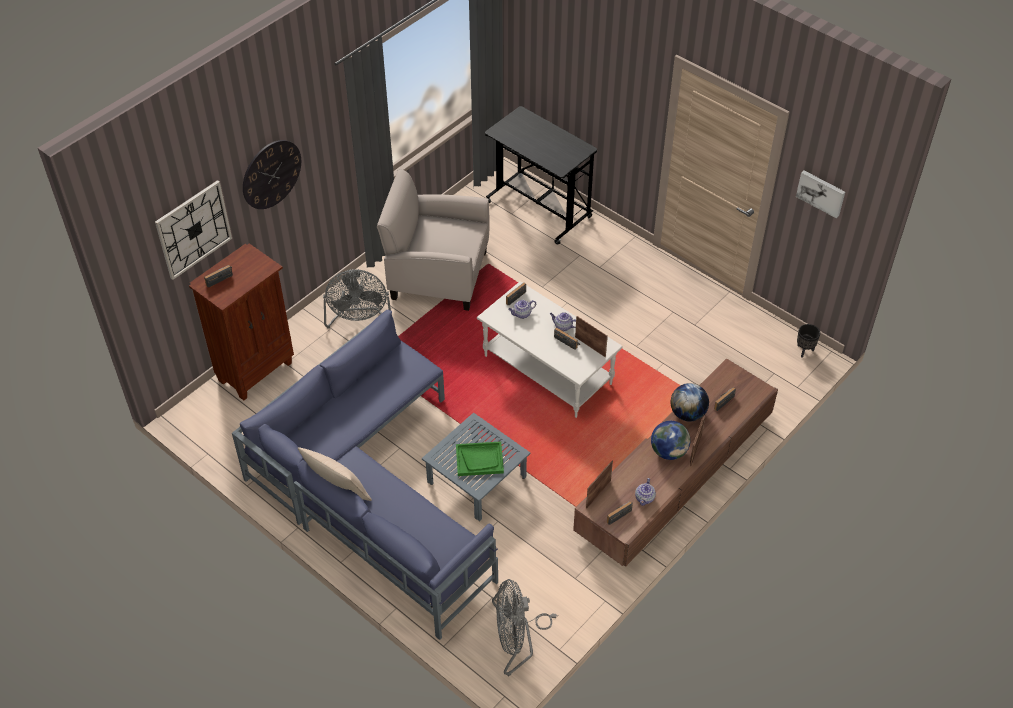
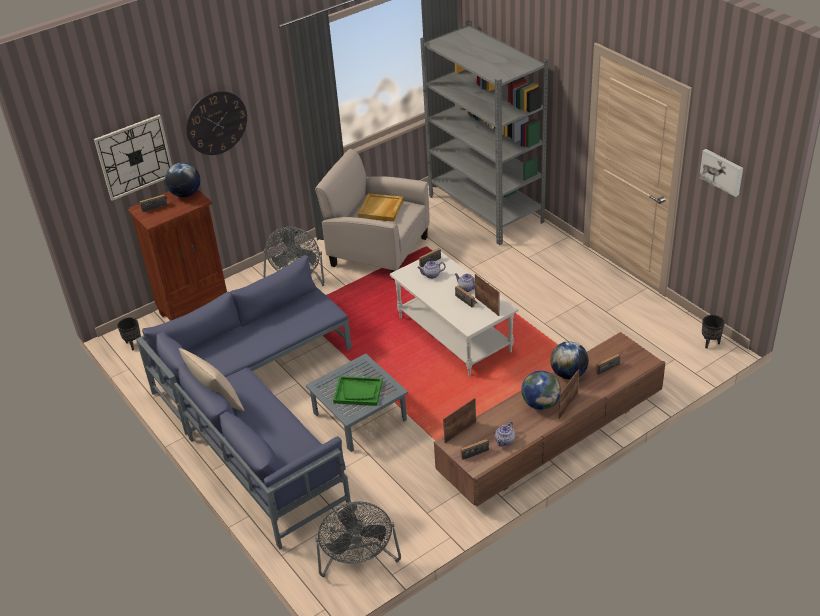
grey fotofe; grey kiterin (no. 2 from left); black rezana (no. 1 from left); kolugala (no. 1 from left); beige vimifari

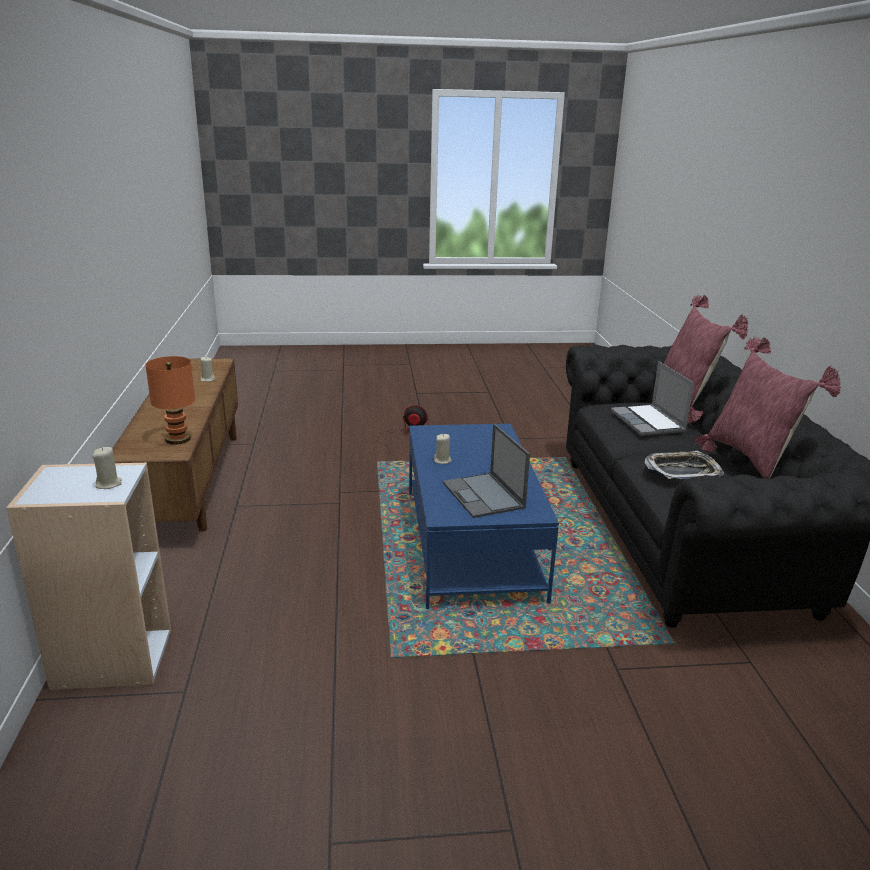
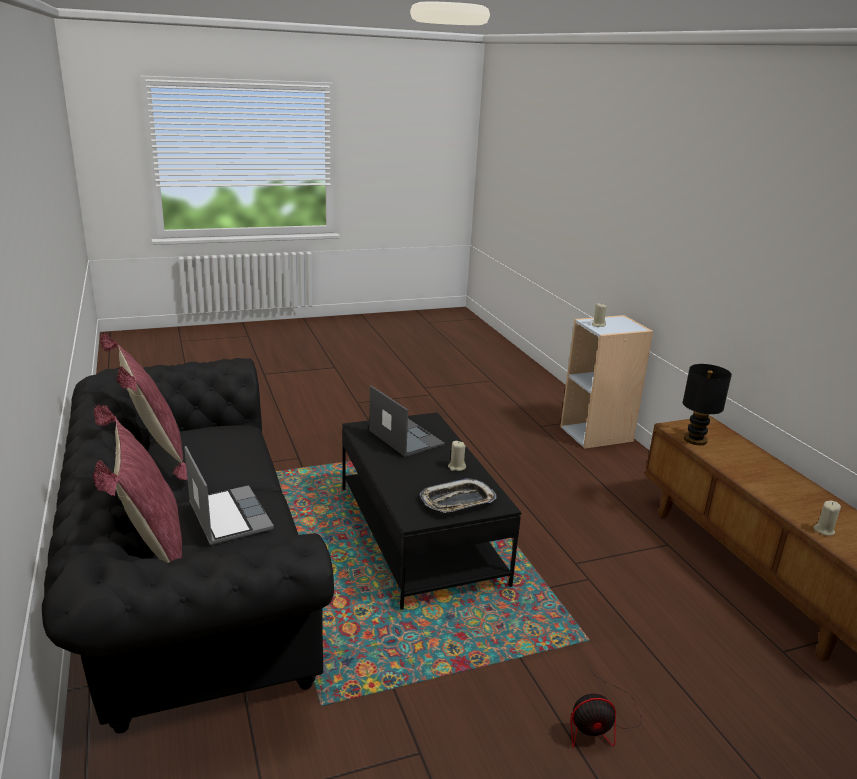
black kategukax; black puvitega; vimifari

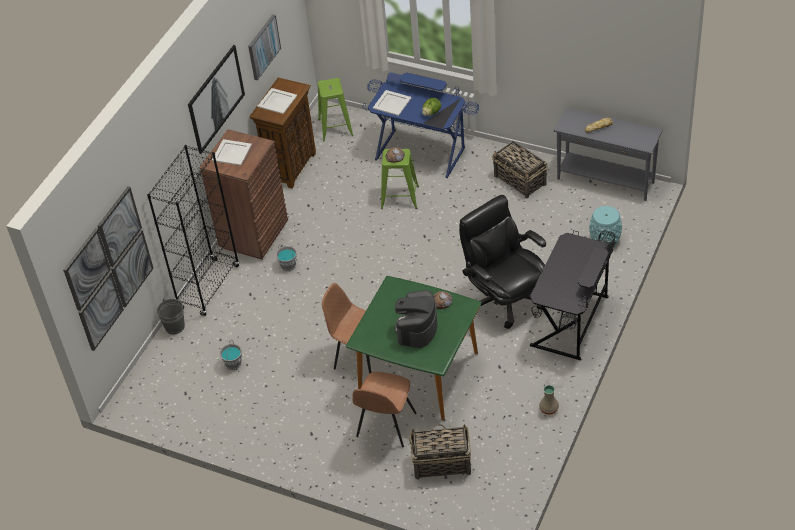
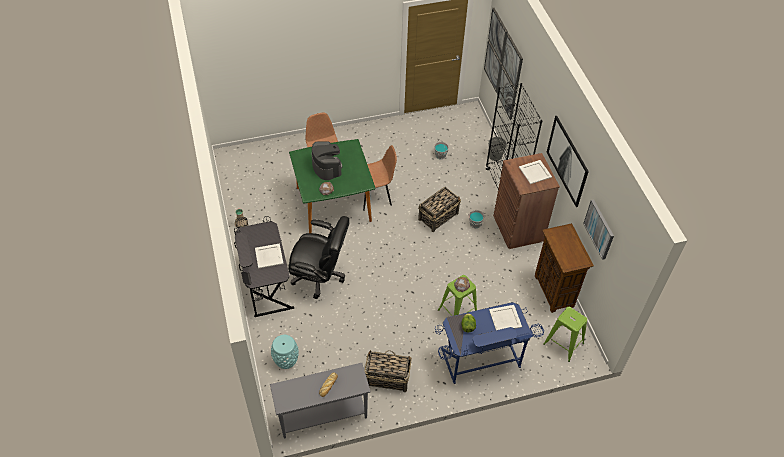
white vimifari (no. 1 from left); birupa (no. 2 from left)

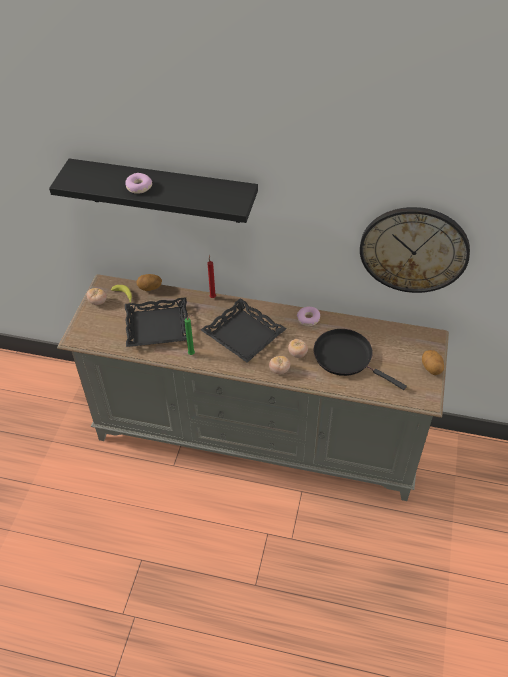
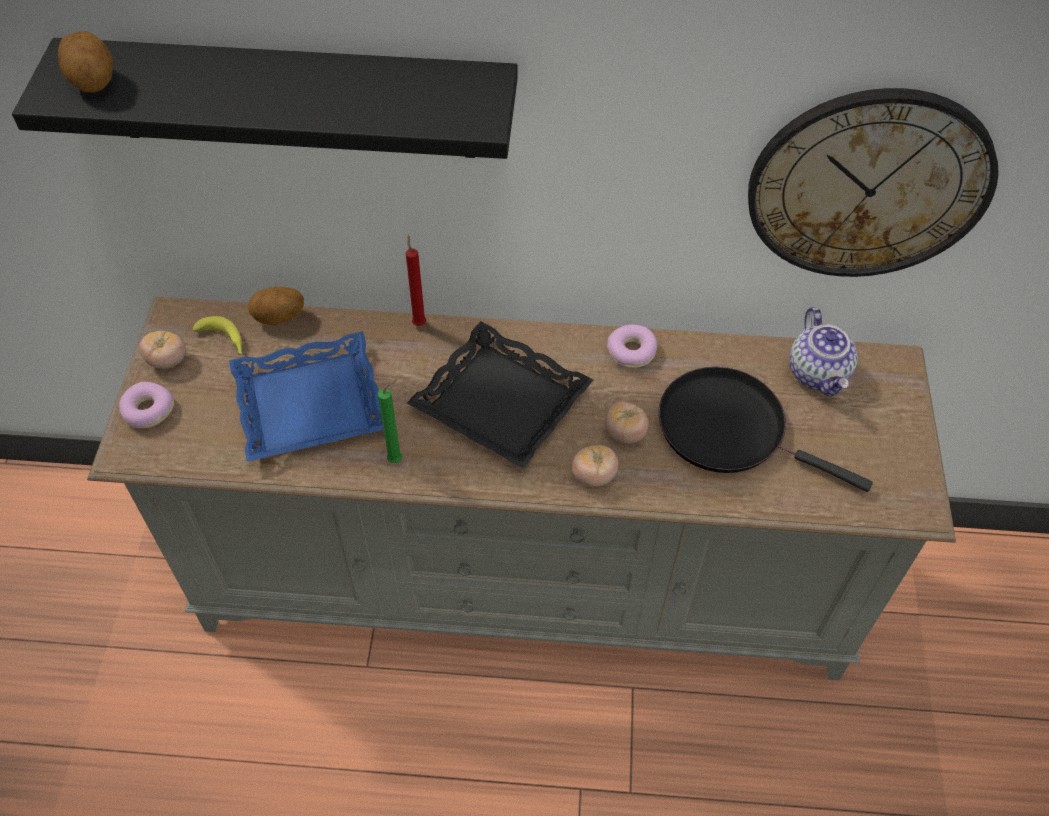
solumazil (no. 1 from left); blue vimifari; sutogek (no. 1 from left); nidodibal

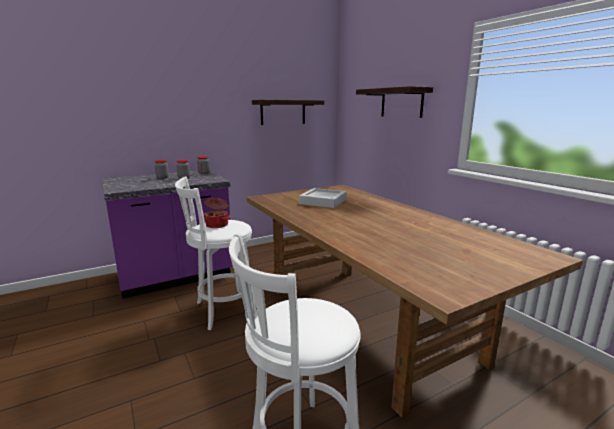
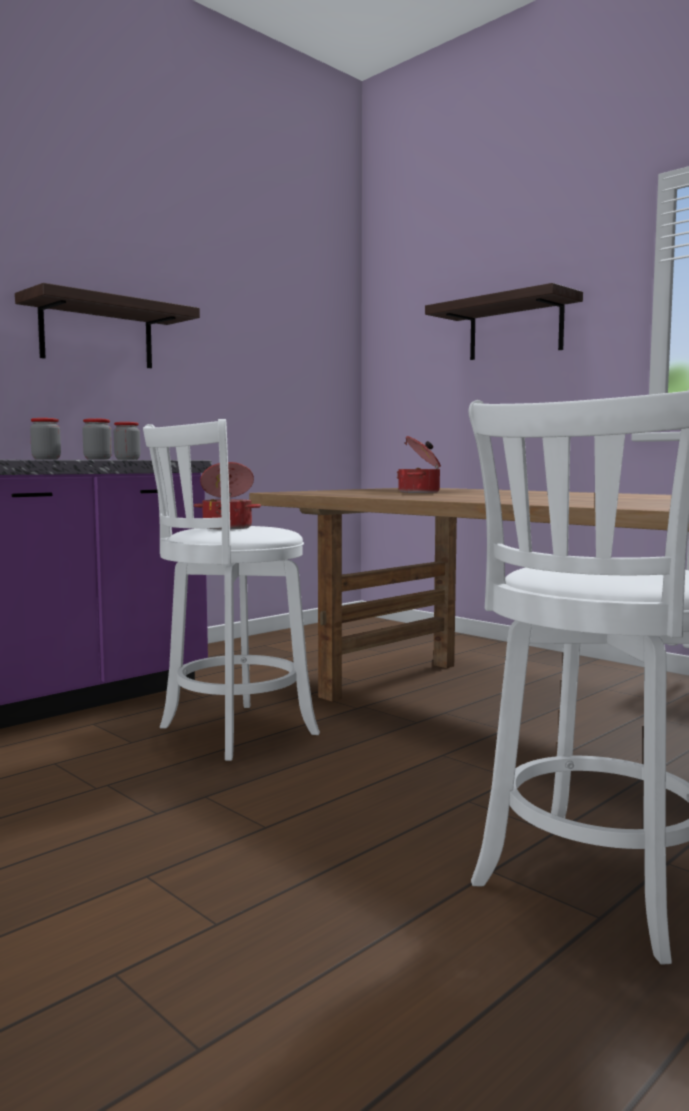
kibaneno (no. 1 from left); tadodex (no. 2 from left)

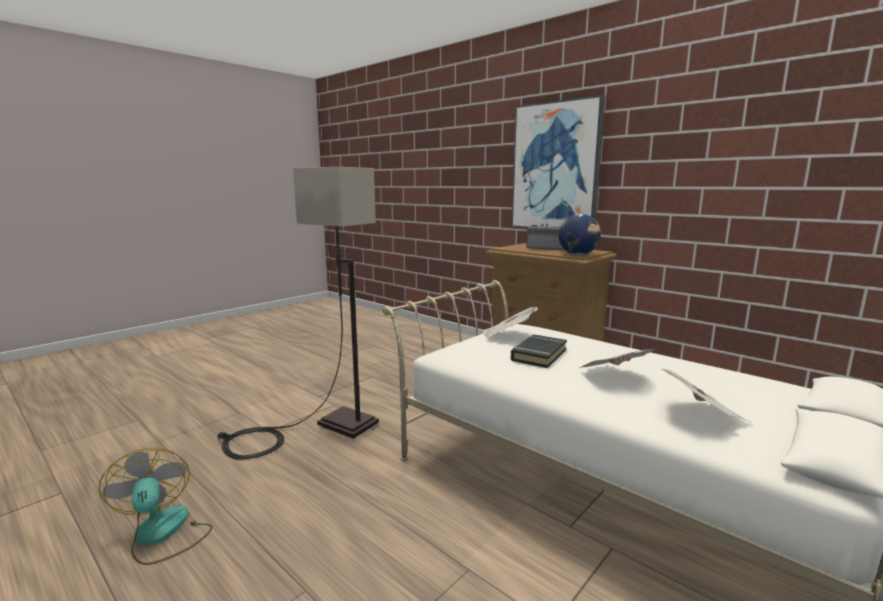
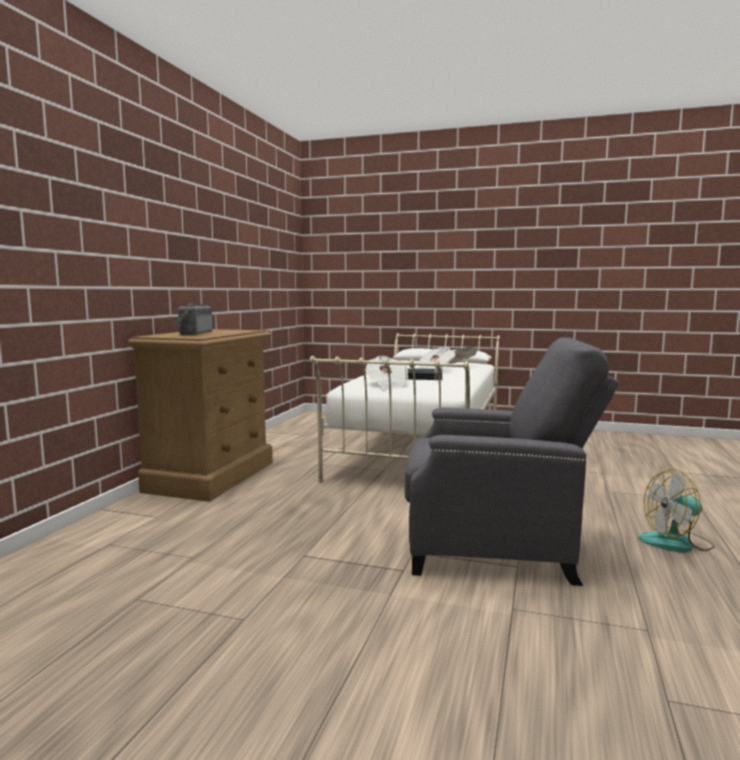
kiterin; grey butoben; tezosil; kolugala

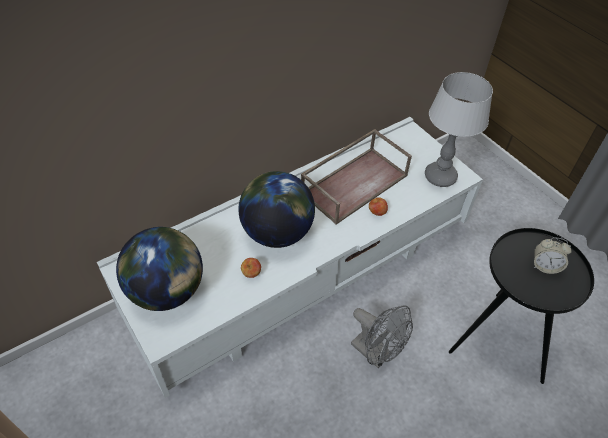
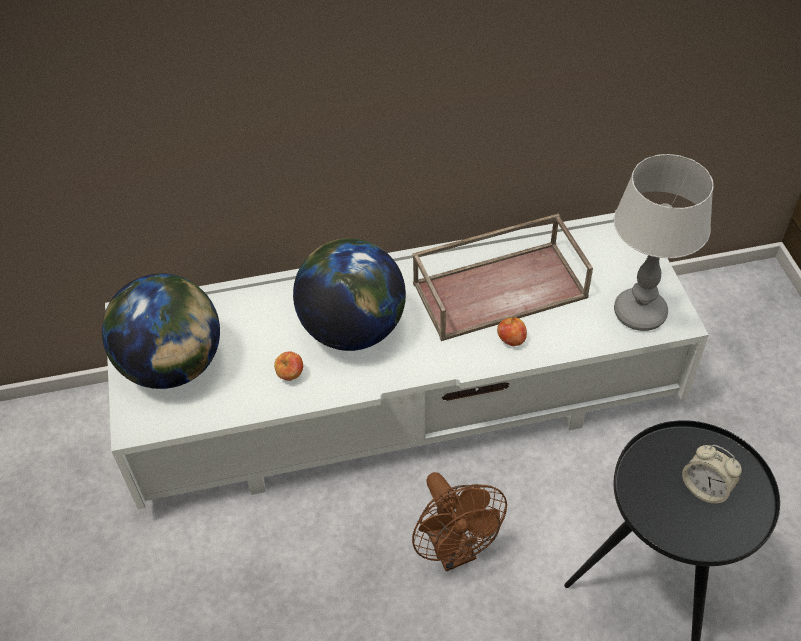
brown kiterin

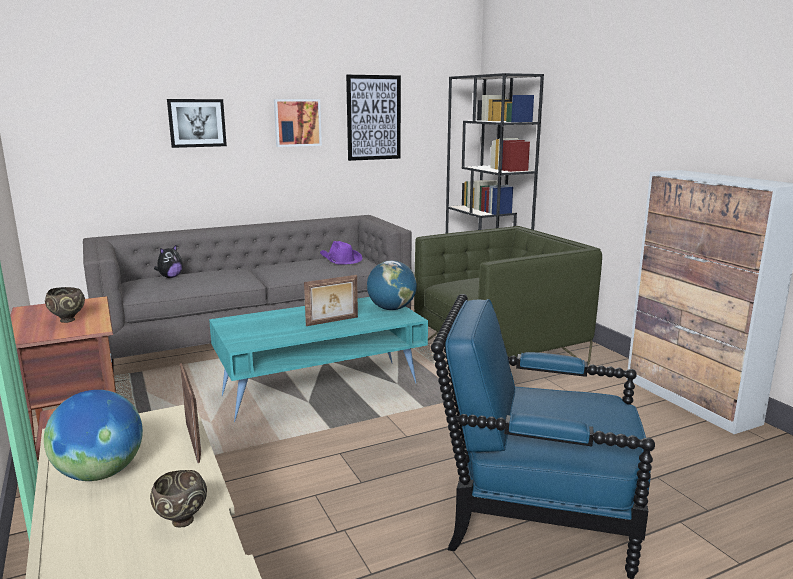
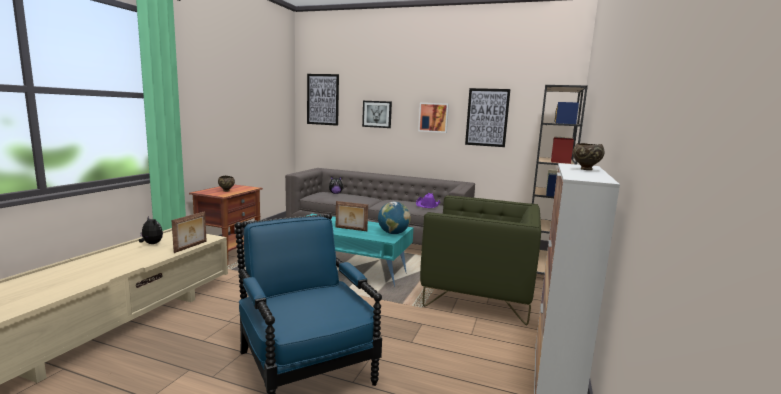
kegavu (no. 1 from left); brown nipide (no. 2 from left); tezosil (no. 1 from left)

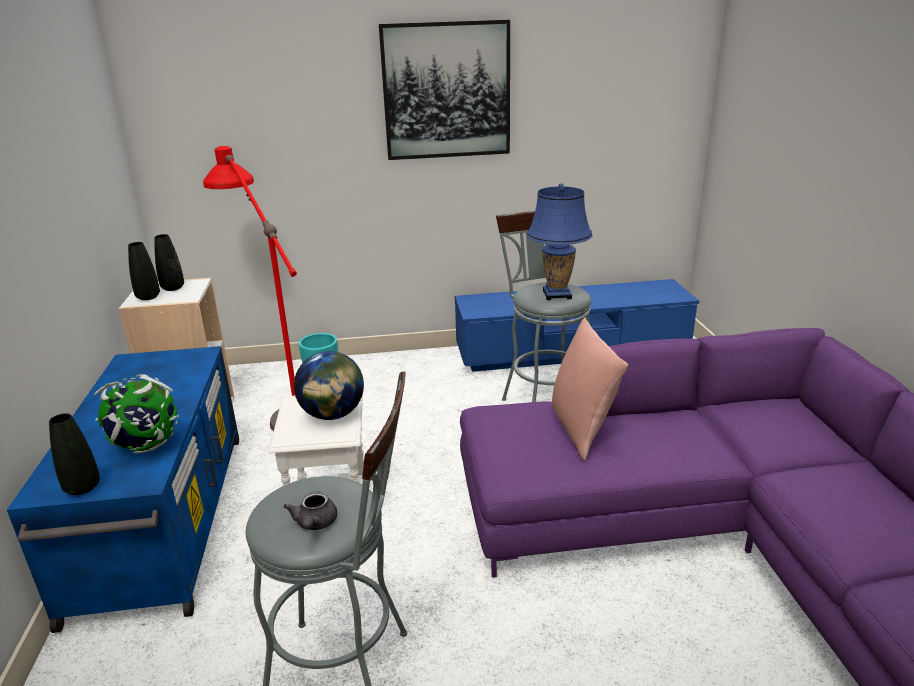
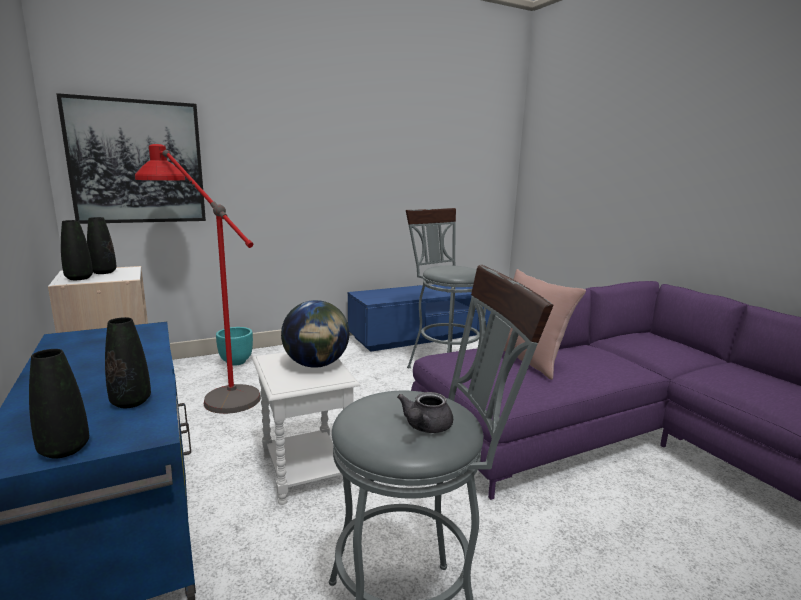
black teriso (no. 4 from left); grey nidodibal; tezosil; blue kategukax

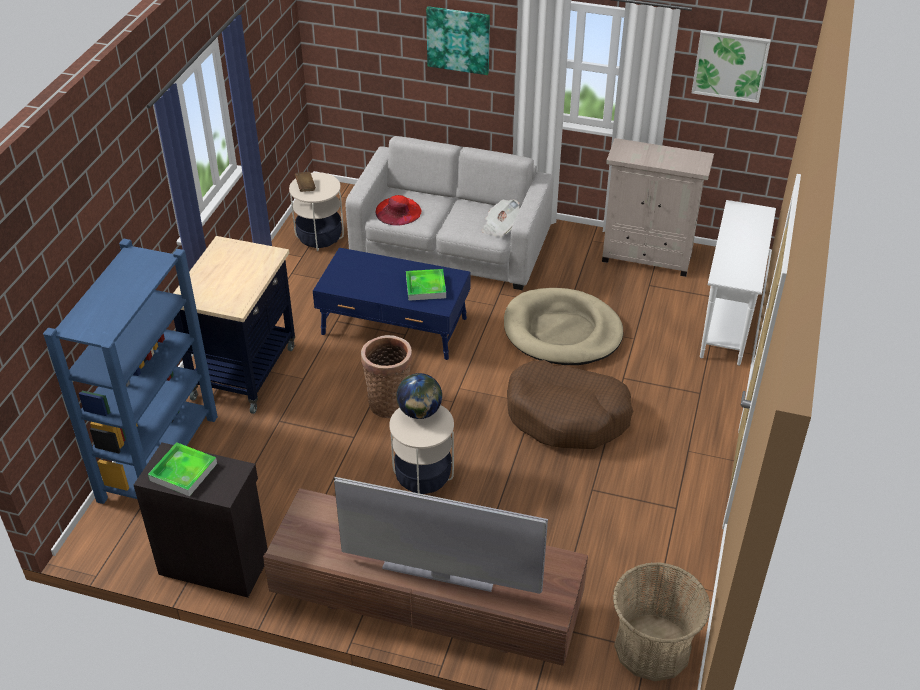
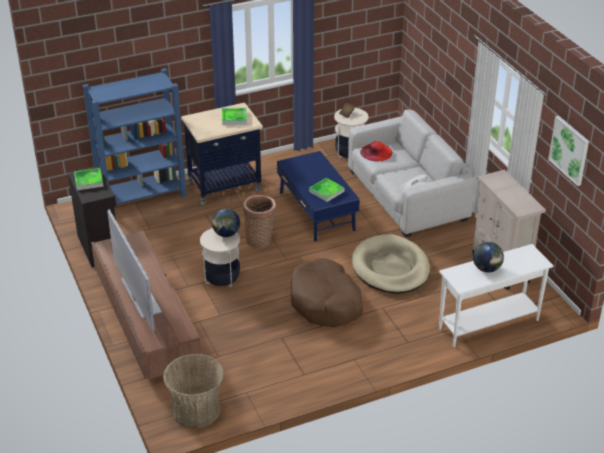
tezosil (no. 1 from left in the first image); vimifari (no. 2 from left); kolugala (no. 2 from left)

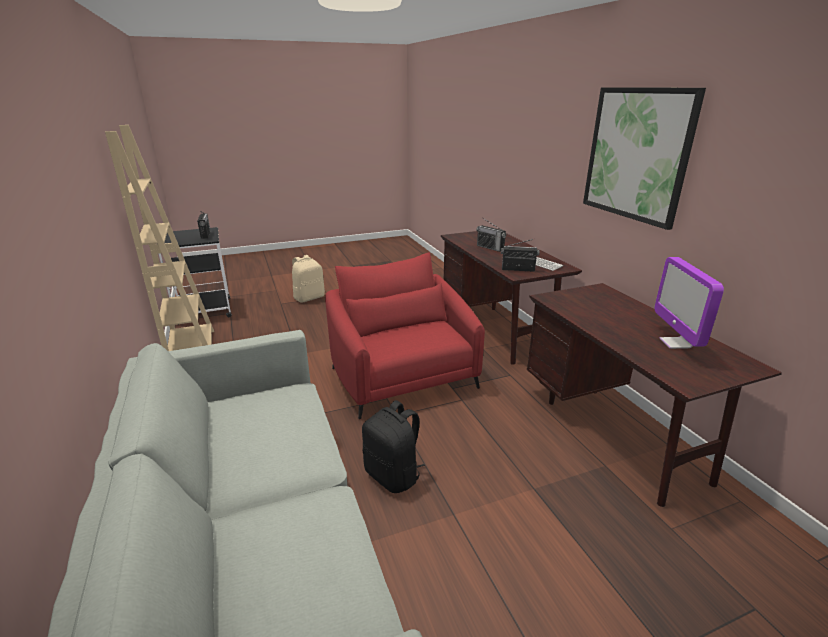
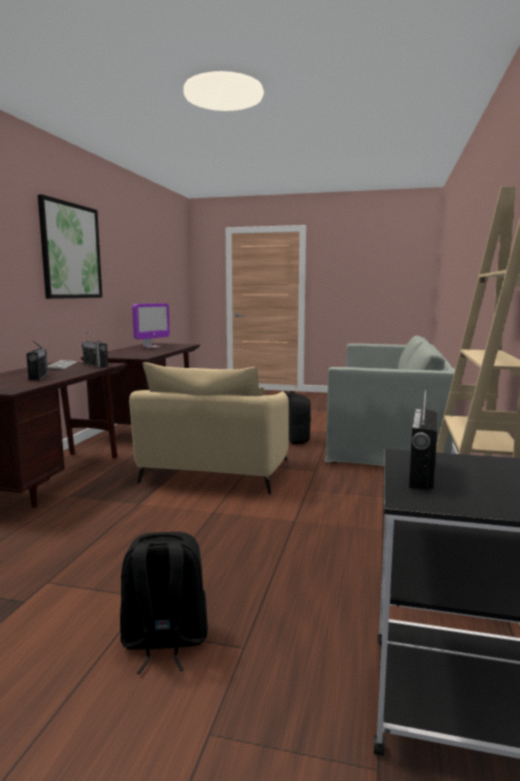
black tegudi (no. 1 from left); beige butoben

